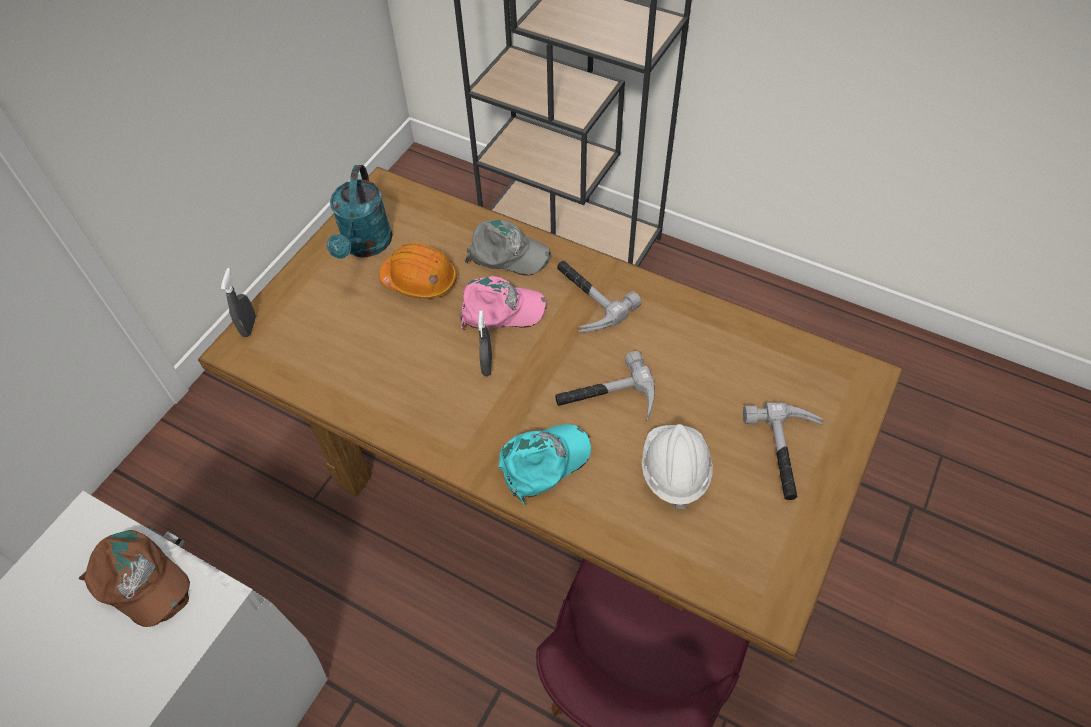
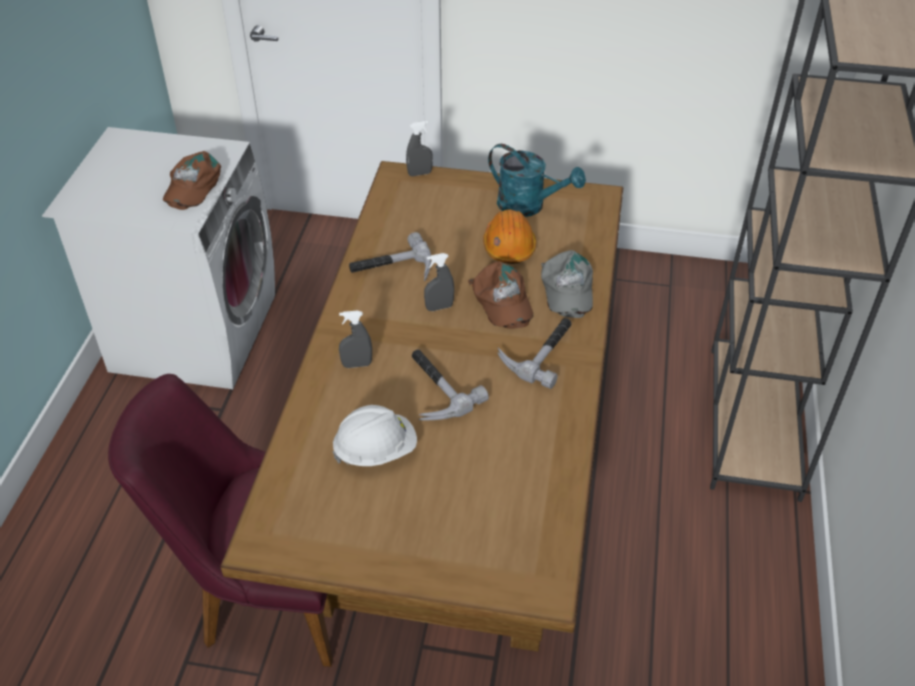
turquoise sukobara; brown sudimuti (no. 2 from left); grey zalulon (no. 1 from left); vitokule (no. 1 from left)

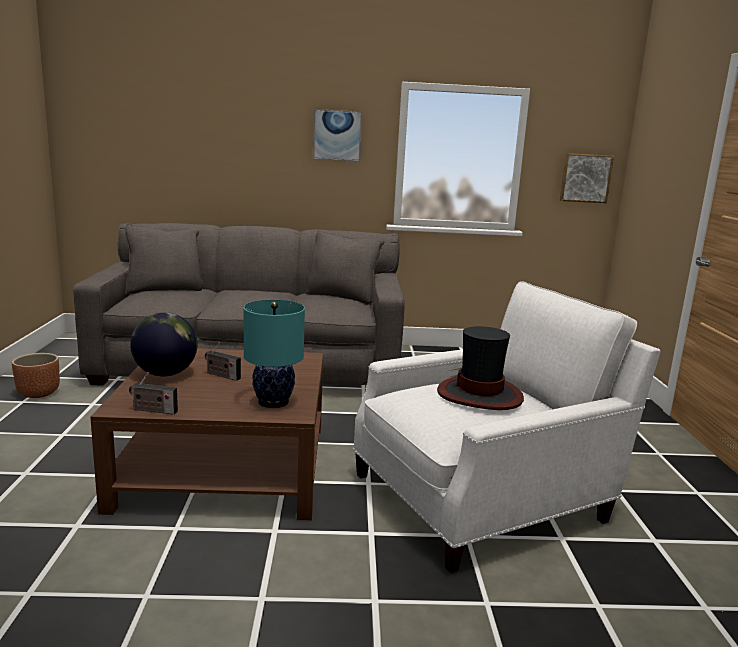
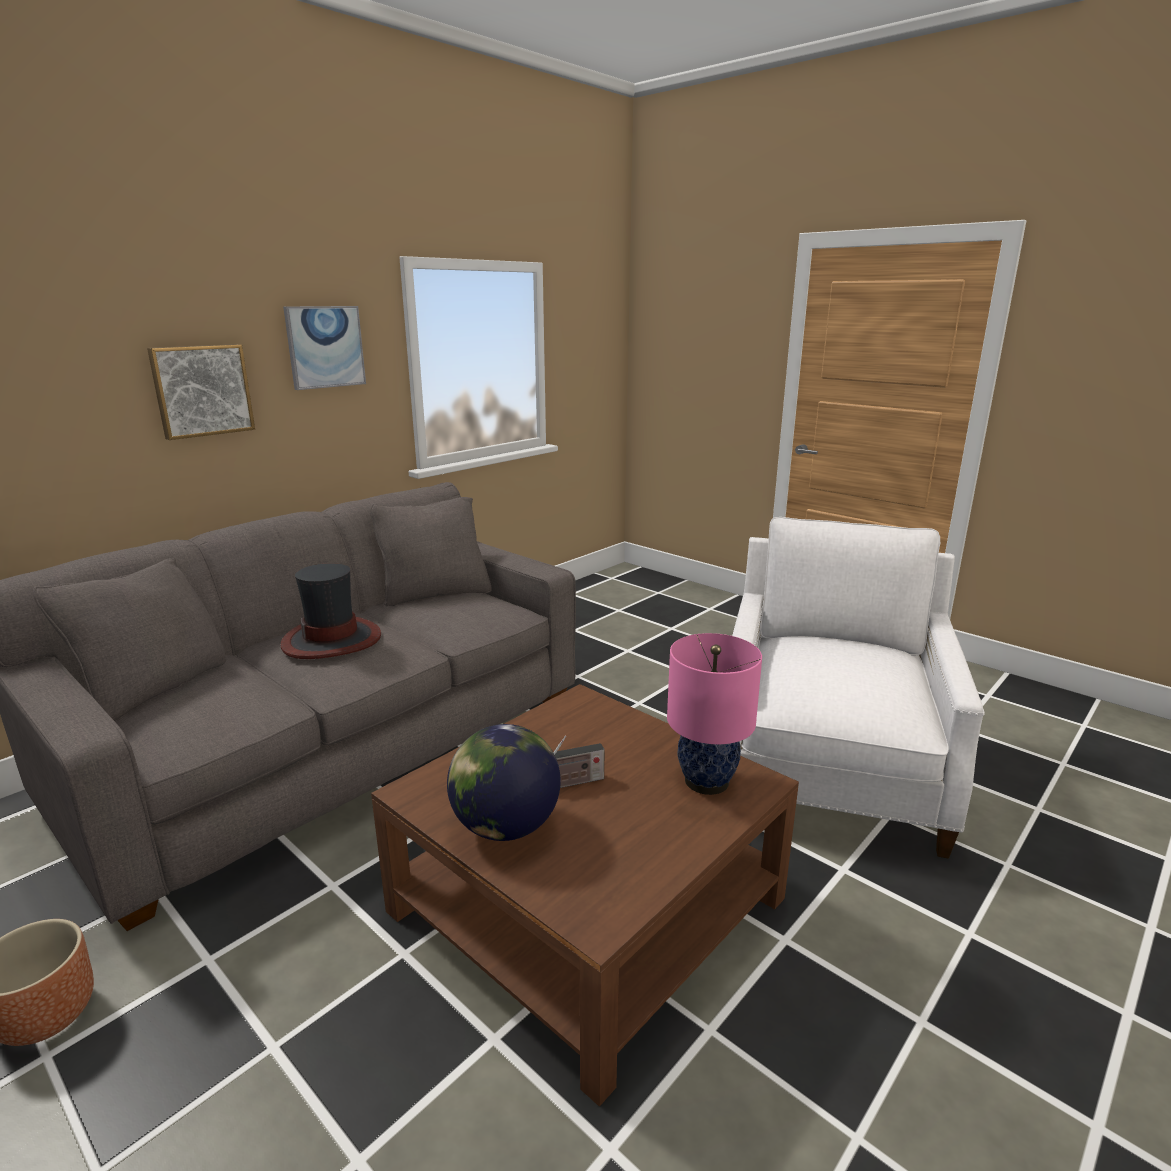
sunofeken (no. 1 from left in the first image); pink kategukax; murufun; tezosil (no. 1 from left)

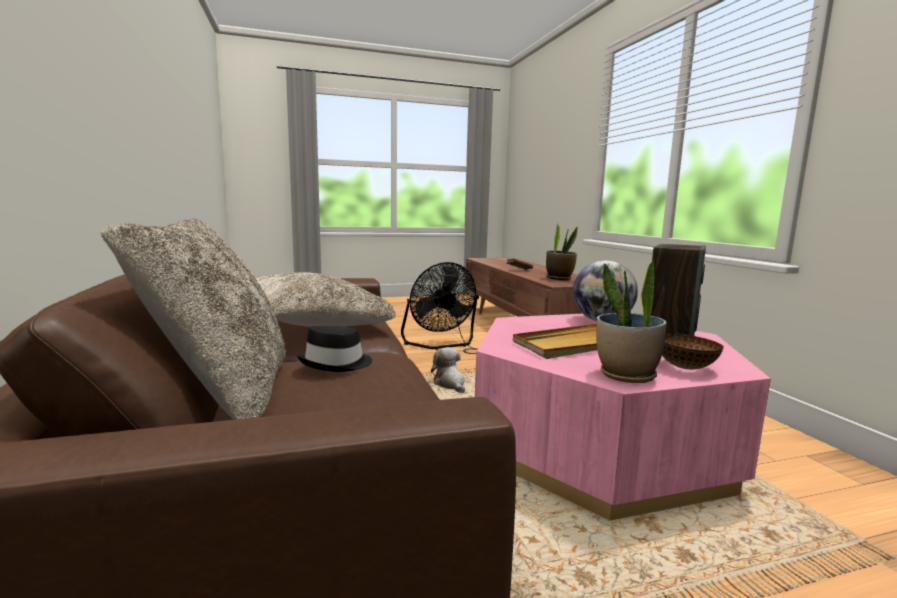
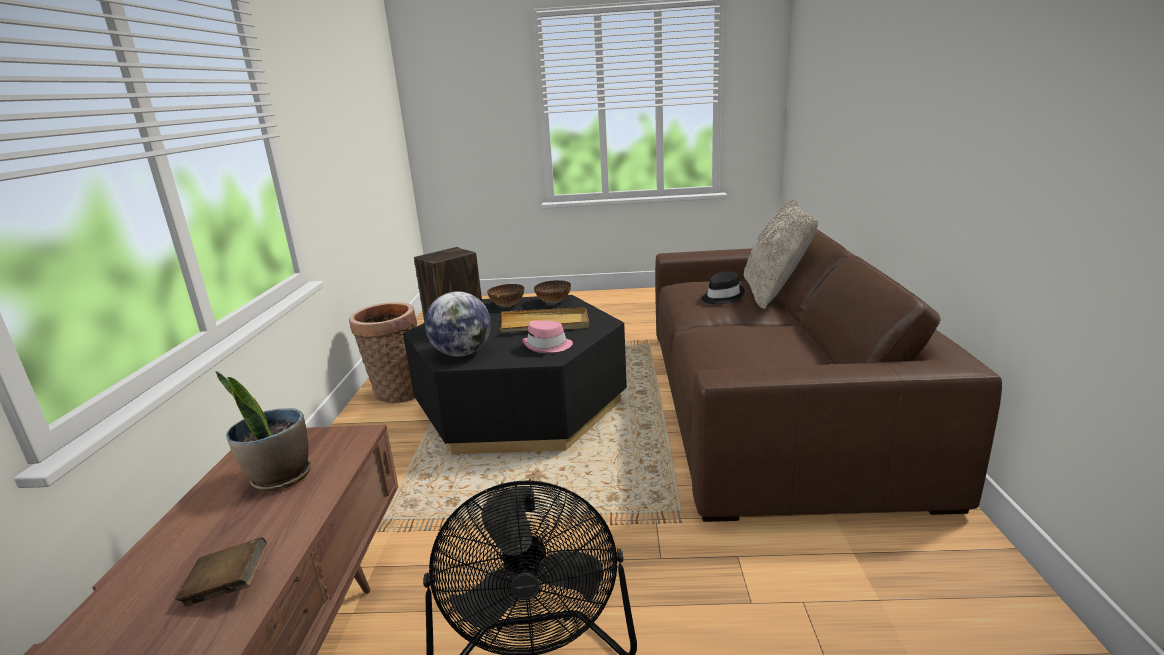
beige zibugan (no. 2 from left in the first image); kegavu; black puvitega; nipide (no. 2 from left); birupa; pink murufun

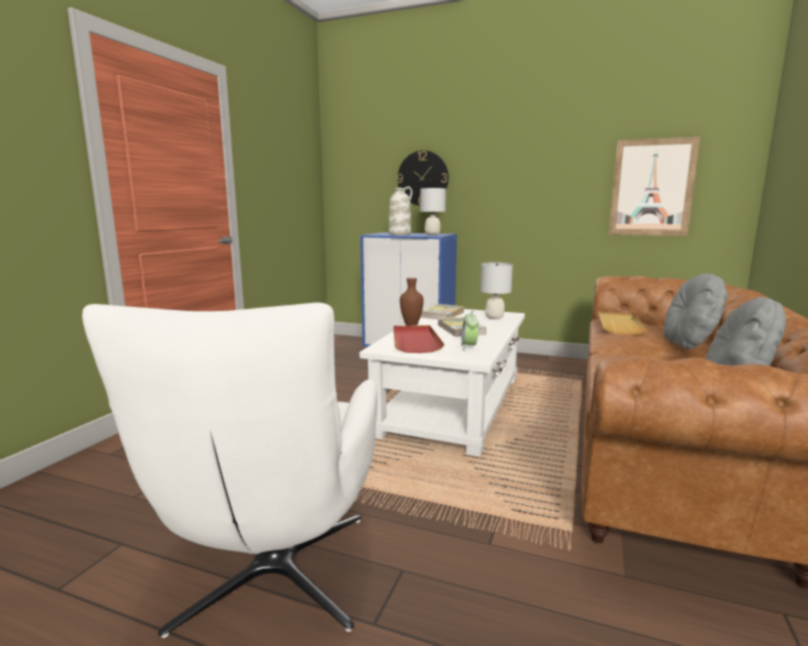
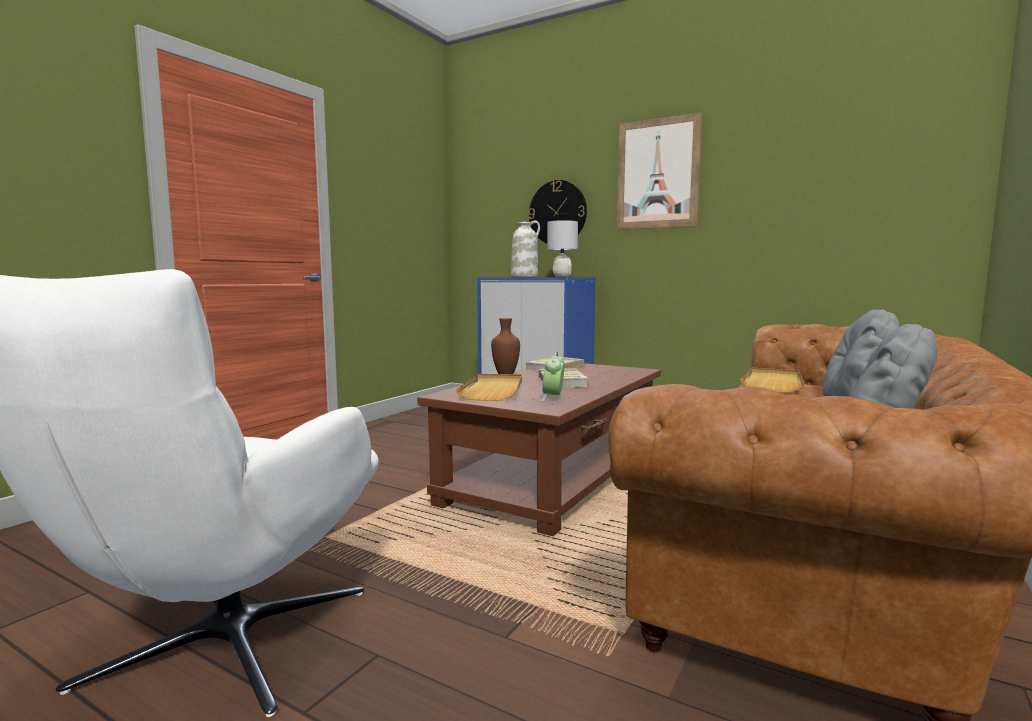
brown puvitega; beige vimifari (no. 1 from left); grey kategukax (no. 2 from left in the first image); tezosil

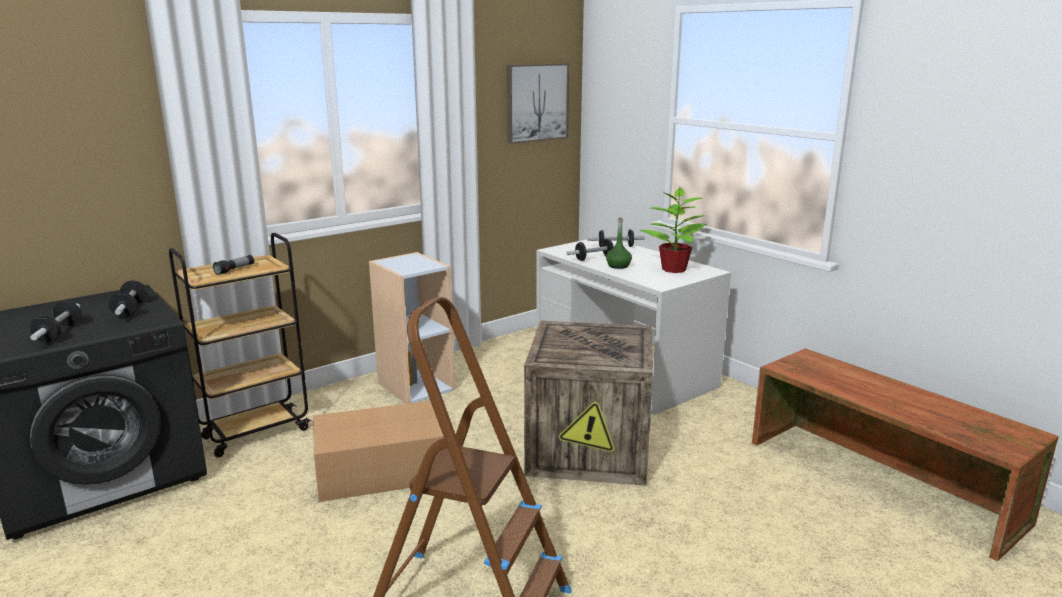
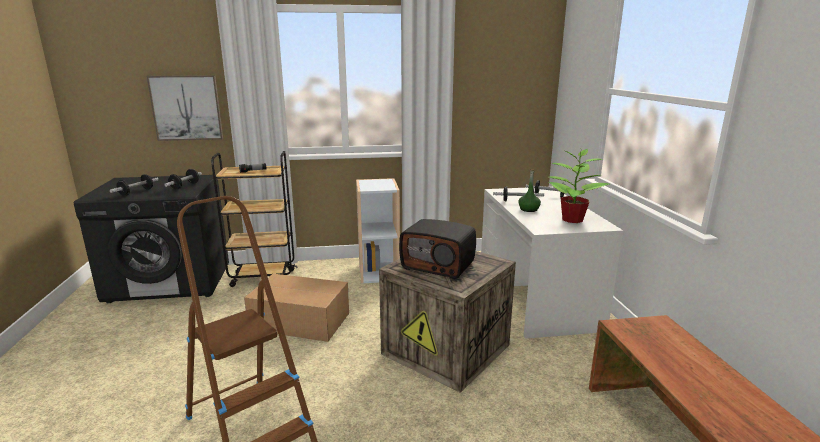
tezosil; sunofeken

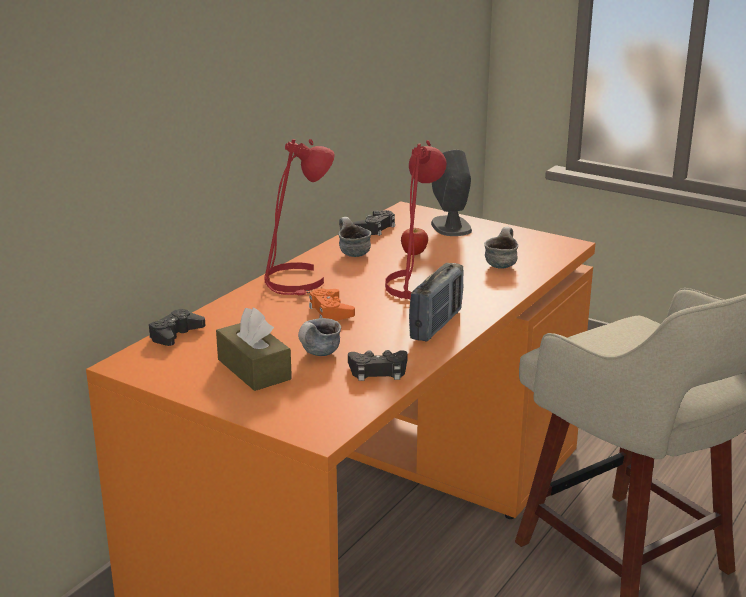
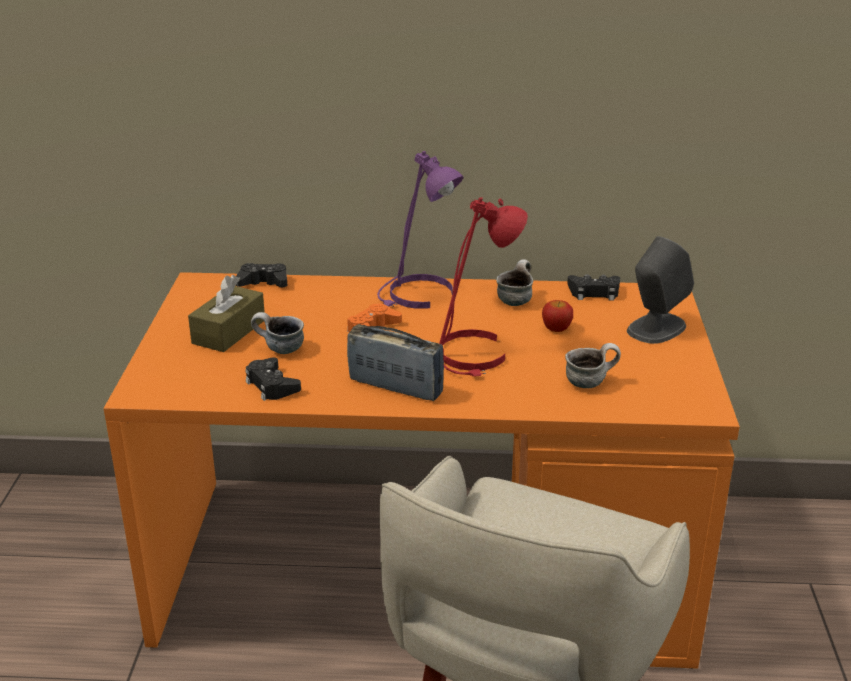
purple kategukax; sunofeken

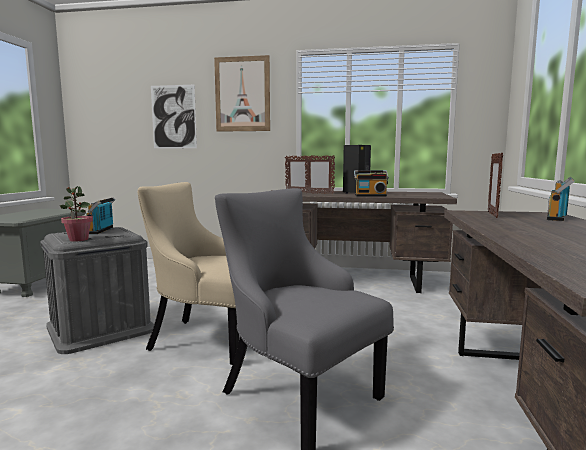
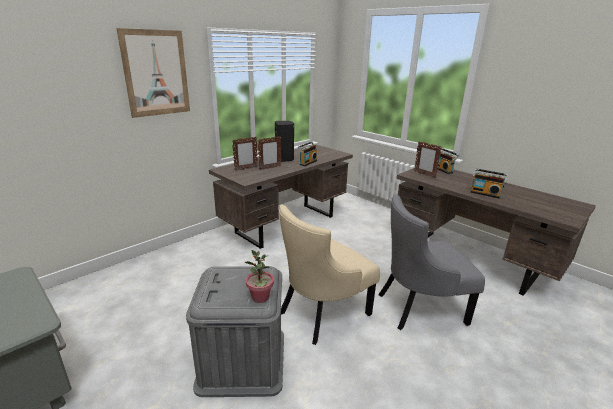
sunofeken (no. 3 from left); tezosil (no. 1 from left in the first image)

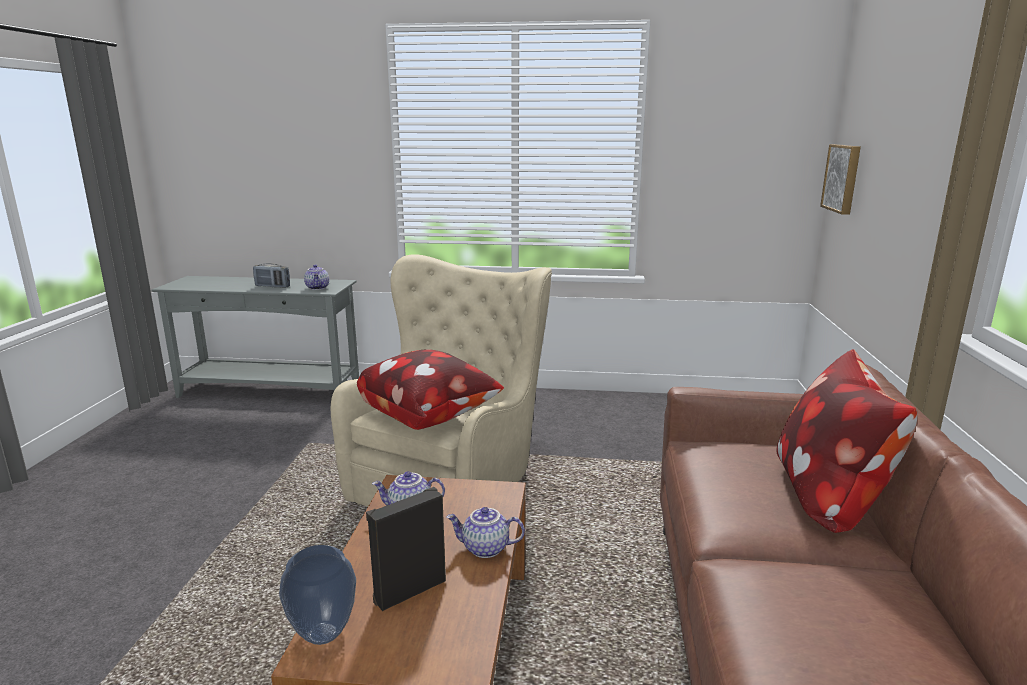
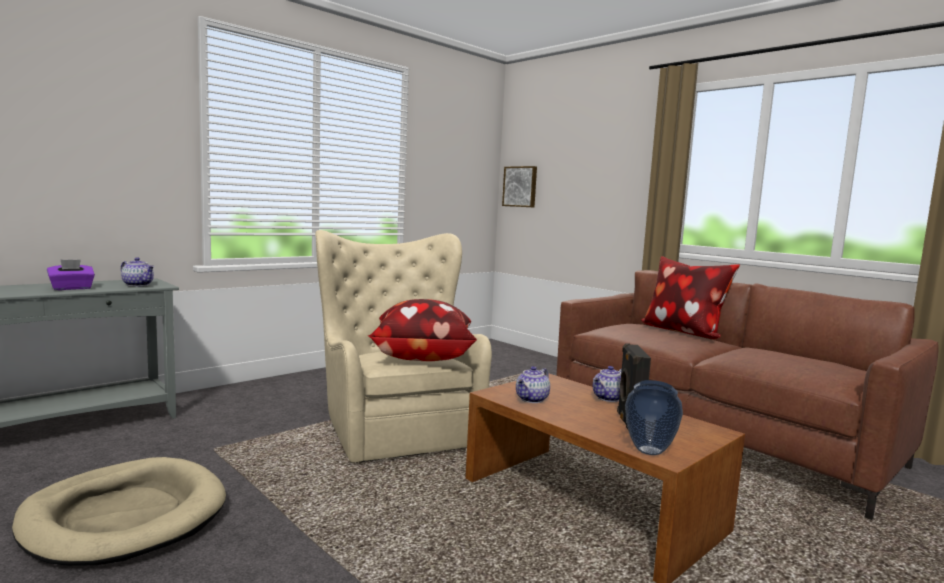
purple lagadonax; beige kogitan

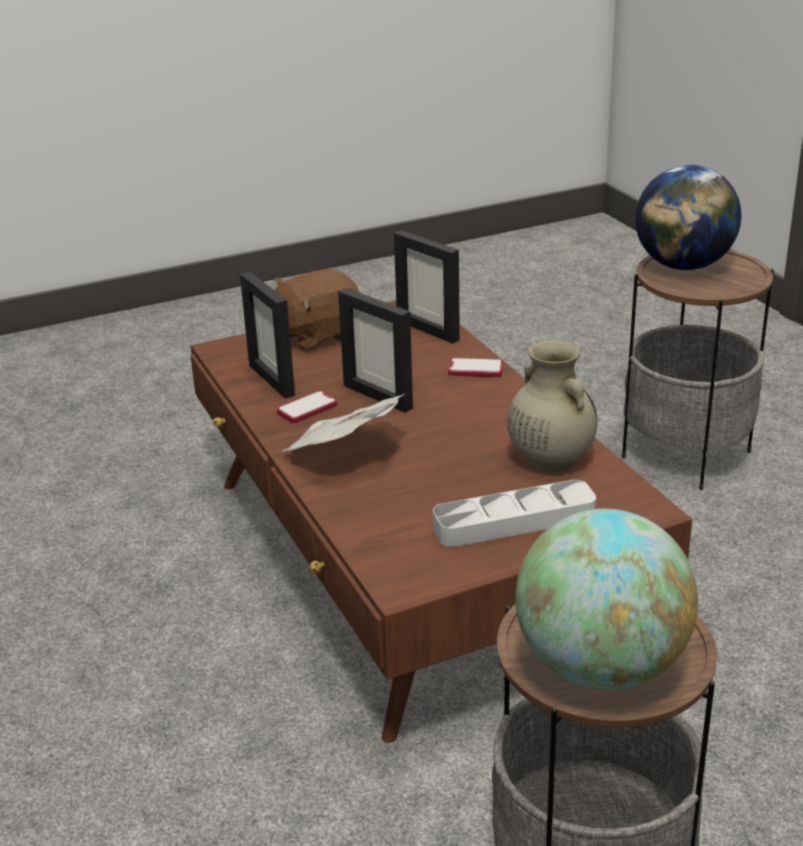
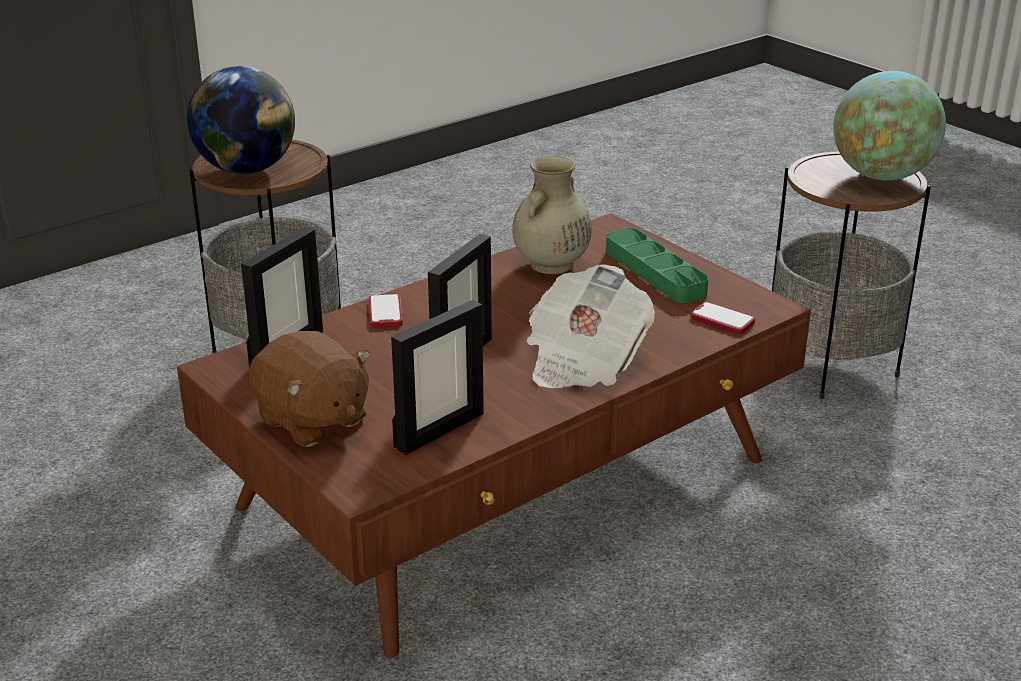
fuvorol (no. 2 from left); green vimifari

